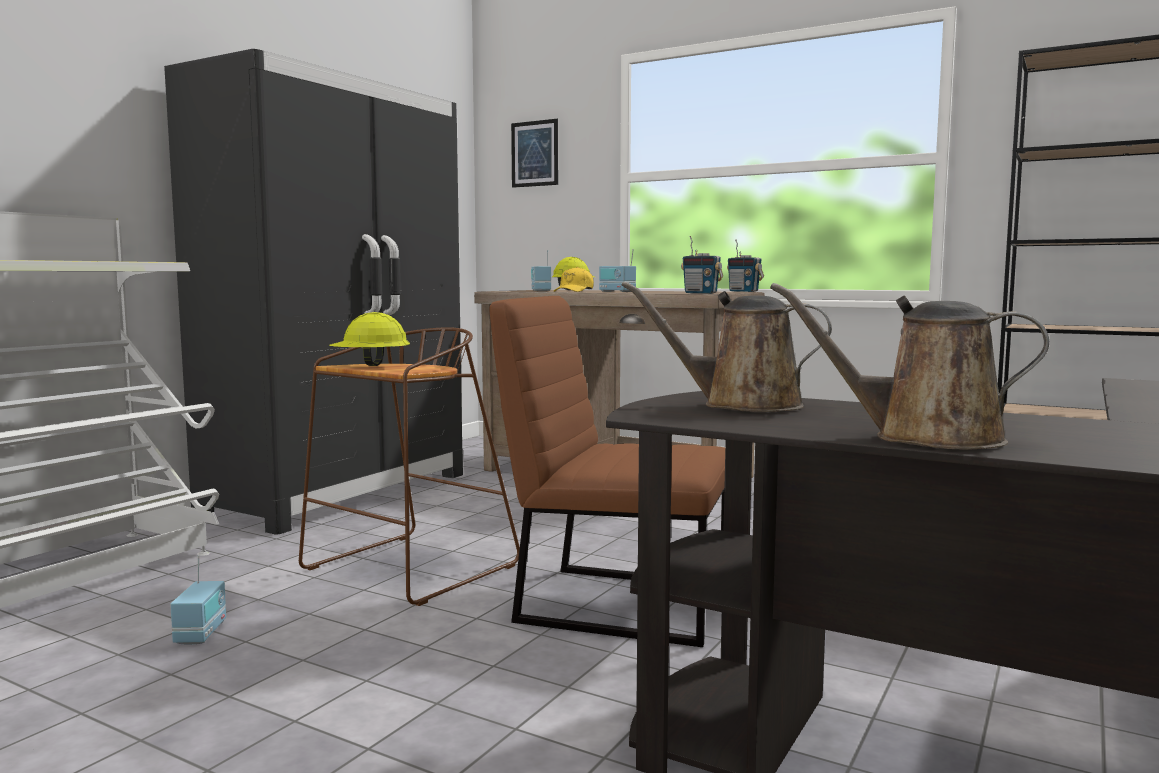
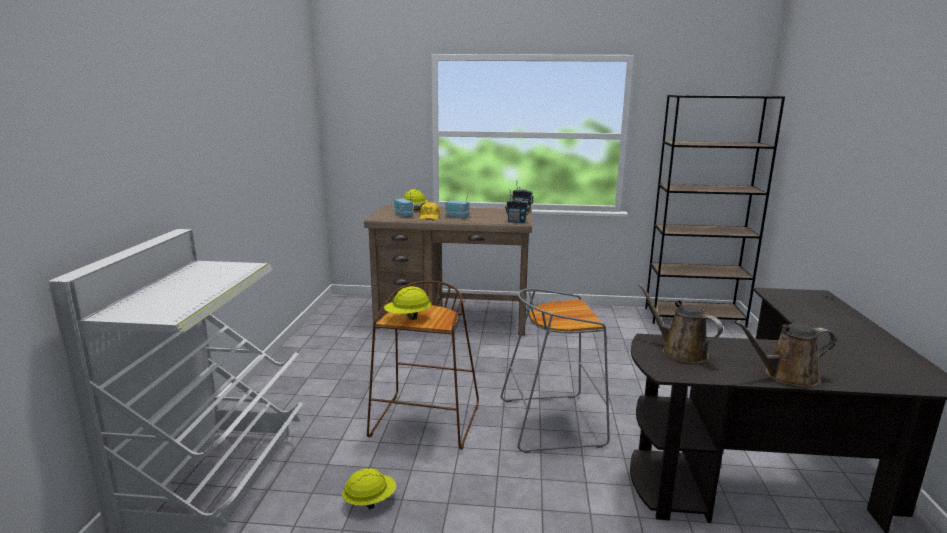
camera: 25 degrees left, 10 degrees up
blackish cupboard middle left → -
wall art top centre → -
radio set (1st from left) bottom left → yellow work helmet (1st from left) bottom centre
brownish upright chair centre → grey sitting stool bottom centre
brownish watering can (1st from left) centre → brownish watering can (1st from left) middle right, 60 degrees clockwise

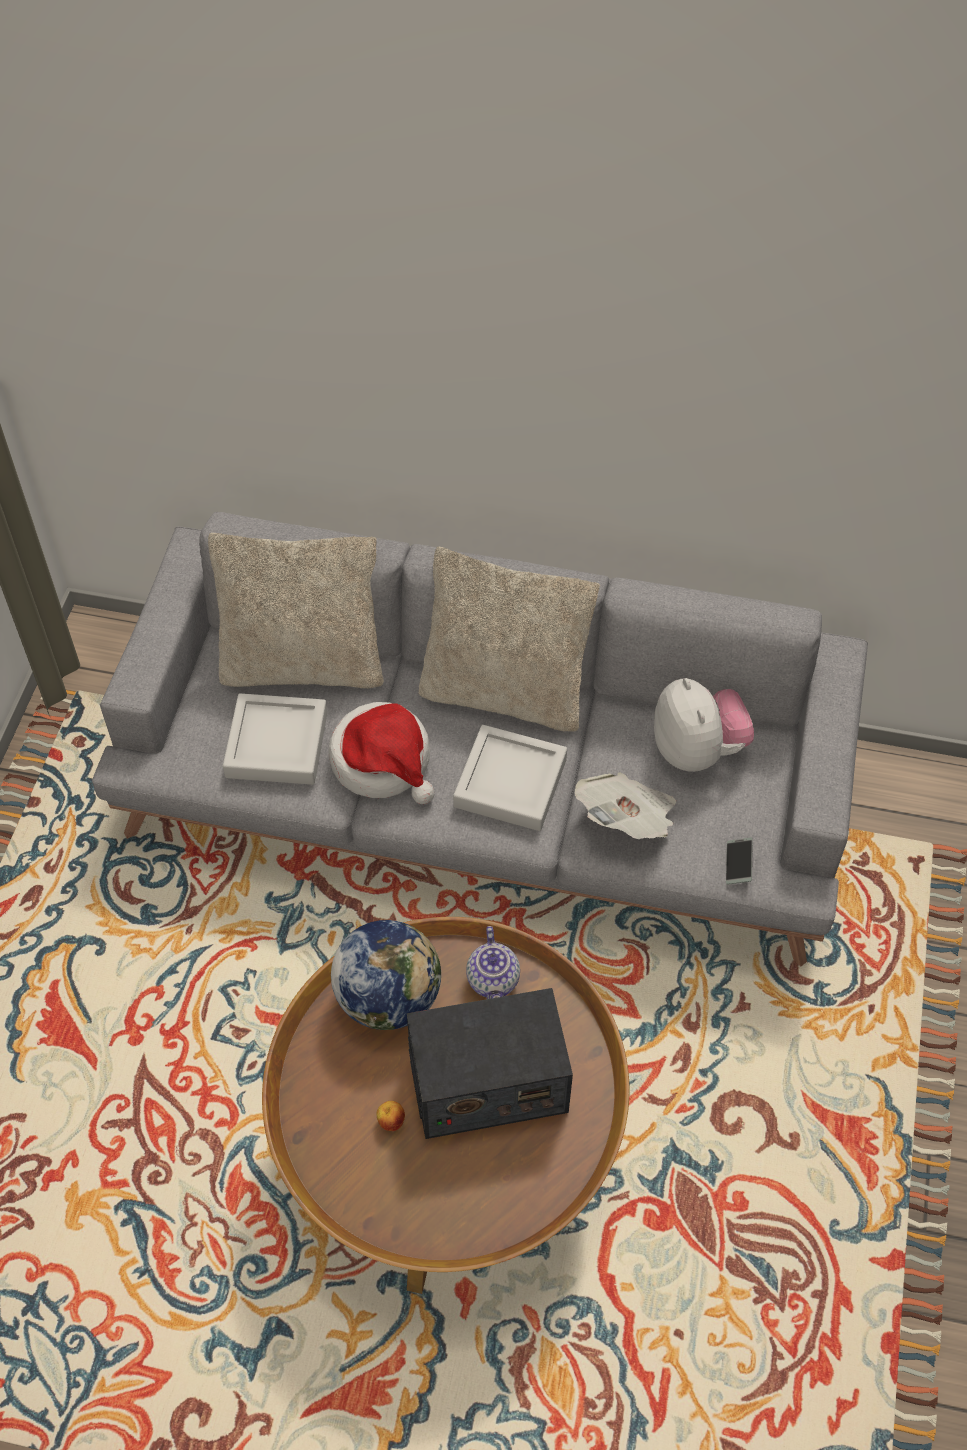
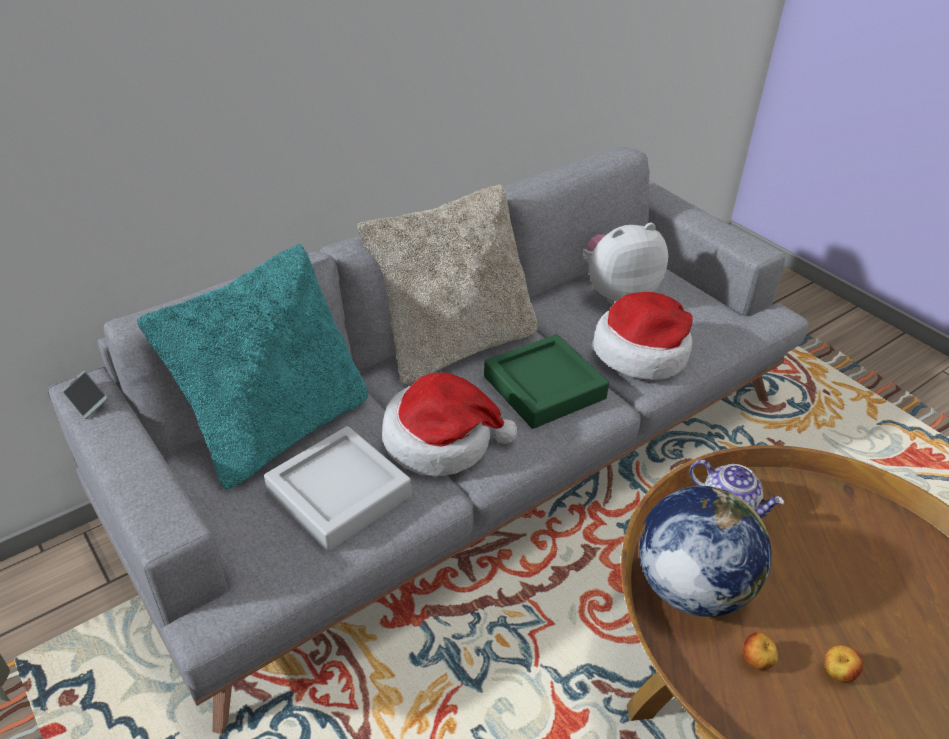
camera: 50 degrees left, 15 degrees down
radio set bottom centre → -
- → whole apple (1st from left) bottom right
handset middle right → handset middle left, moved
newspaper centre → clothing hat (2nd from left) middle right
beige-coloured cushion (1st from left) middle left → turquoise-coloured cushion middle left
grey carrying tray (2nd from left) centre → green carrying tray centre
soft toy middle right → soft toy centre, 45 degrees counterclockwise

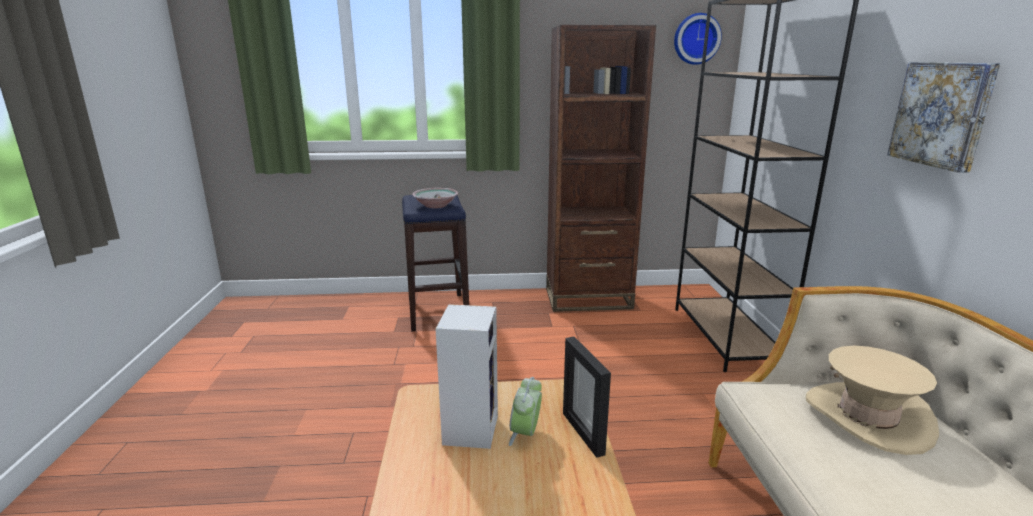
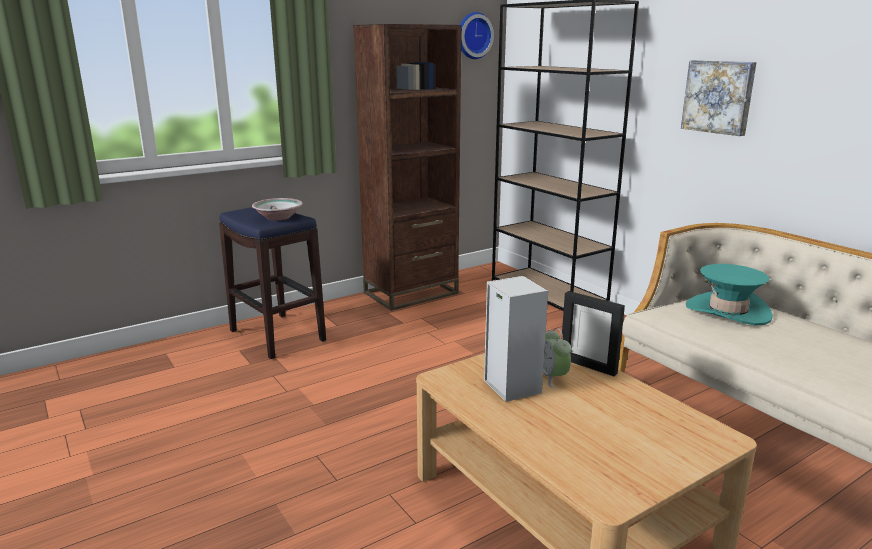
camera: 30 degrees left, 0 degrees up
beige-coloured clothing hat bottom right → turquoise-coloured clothing hat middle right

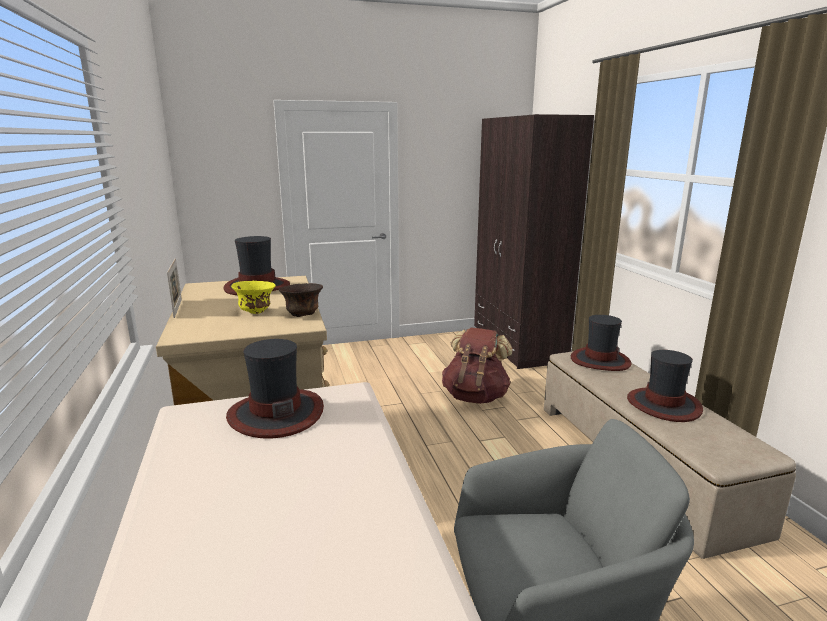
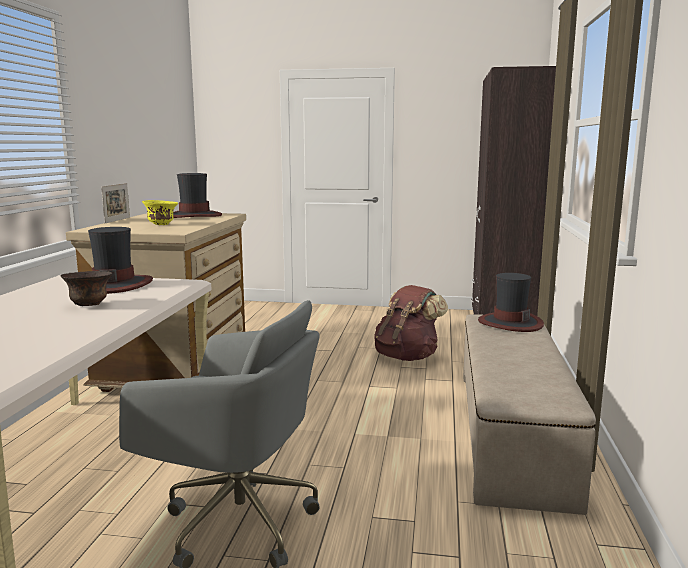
camera: 25 degrees right, 5 degrees down
clothing hat (4th from left) middle right → -
brownish serving bowl centre → brownish serving bowl middle left, moved

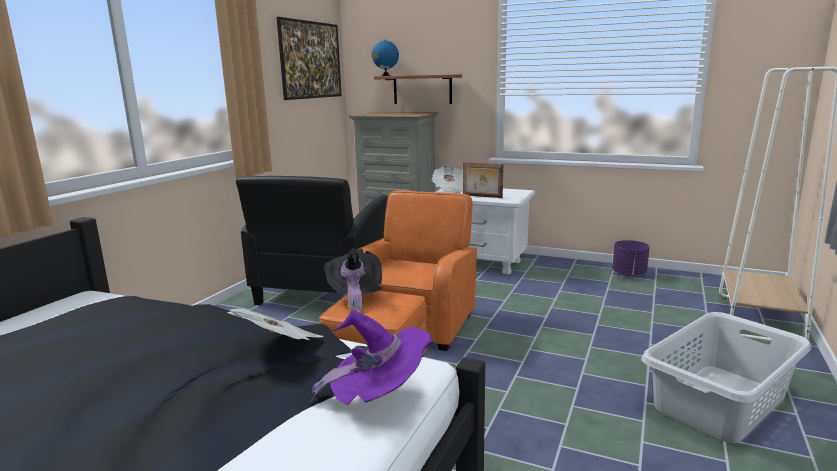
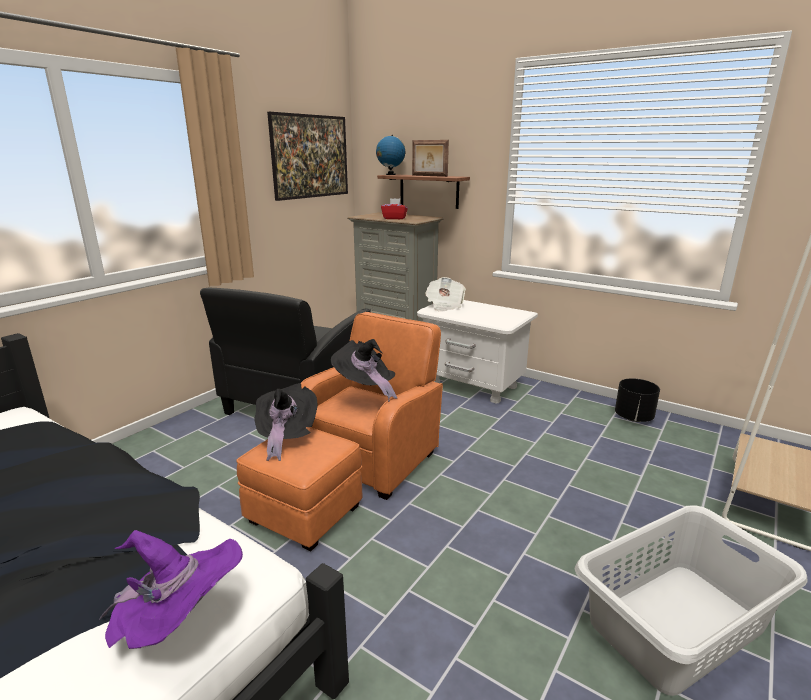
camera: 10 degrees right, 5 degrees up
newspaper (1st from left) bottom left → -
- → blackish clothing hat (2nd from left) centre
- → red-coloured tissue box top centre
standing frame centre → standing frame top centre, moved
purple flower pot middle right → blackish flower pot middle right

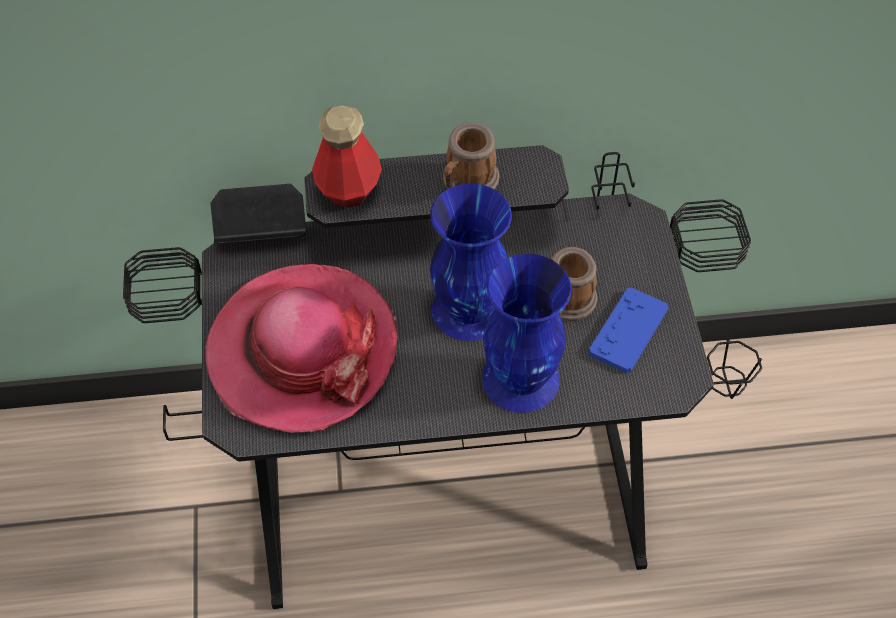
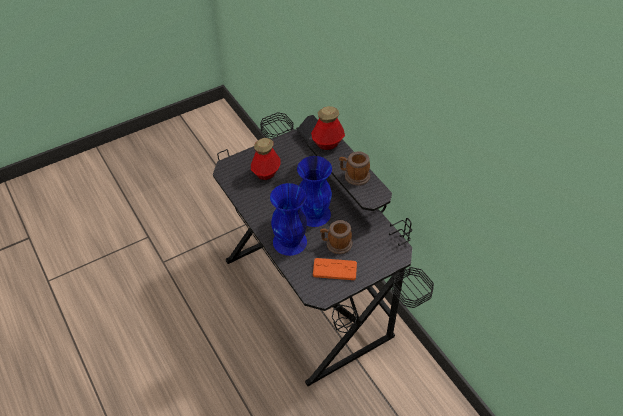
camera: 65 degrees right, 5 degrees down
clothing hat centre → beverage bottle (1st from left) centre
blue joypad middle right → orange joypad centre

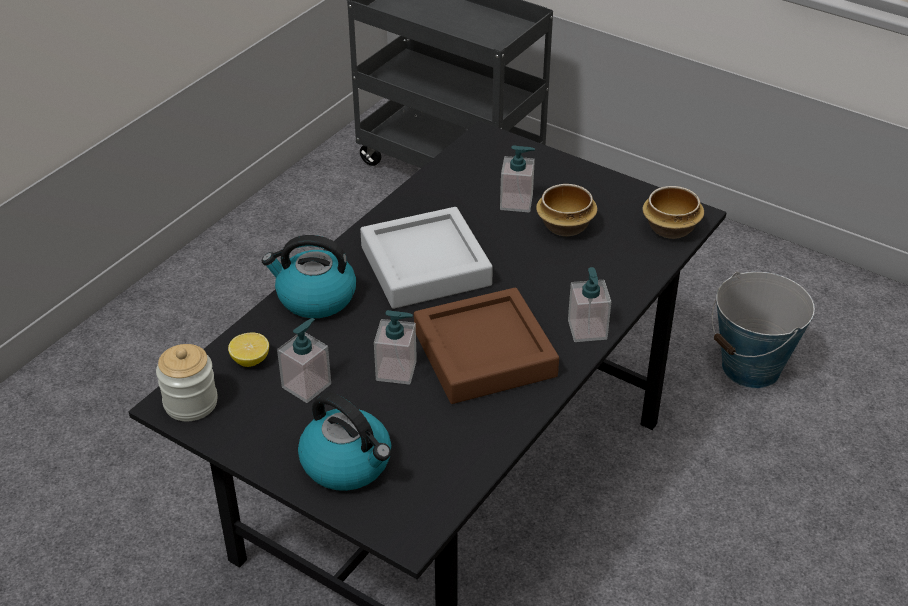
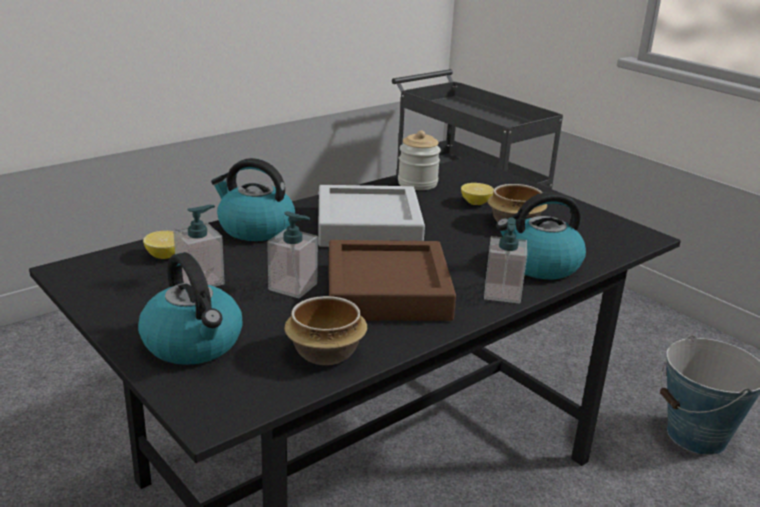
camera: 15 degrees right, 15 degrees down
- → tea kettle (3rd from left) middle right
preserve jar middle left → preserve jar top centre, moved
serving bowl (2nd from left in the first image) middle right → serving bowl (1st from left) centre, moved
soap bottle (3rd from left) top centre → whole lemon (2nd from left) centre

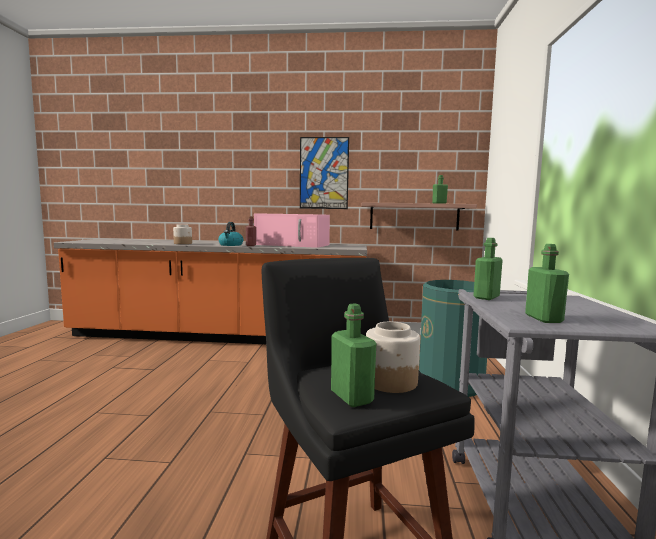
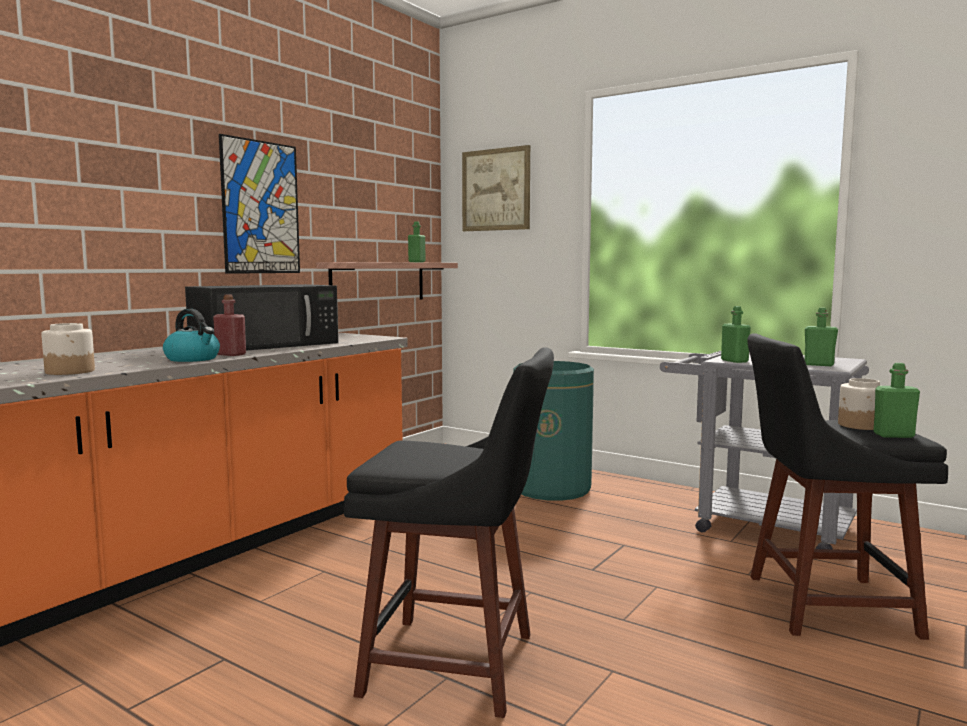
camera: 60 degrees left, 0 degrees up
- → blackish sitting stool (1st from left) bottom centre
- → wall art (2nd from left) top centre
pink-coloured microwave oven centre → blackish microwave oven middle left

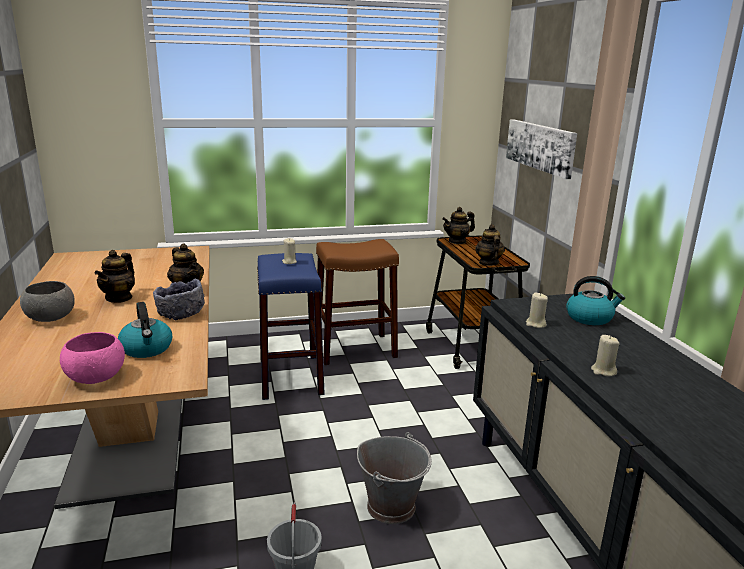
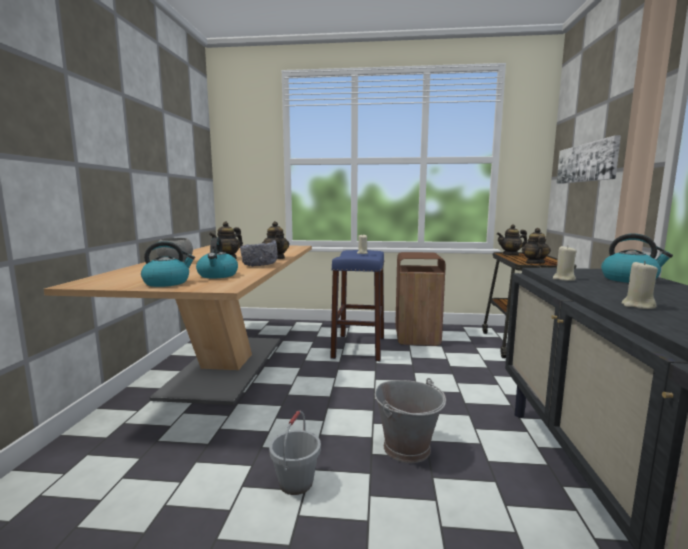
camera: 20 degrees right, 10 degrees down
pink-coloured serving bowl middle left → tea kettle (1st from left) middle left
brownish sitting stool centre → brownish rubbish bin centre

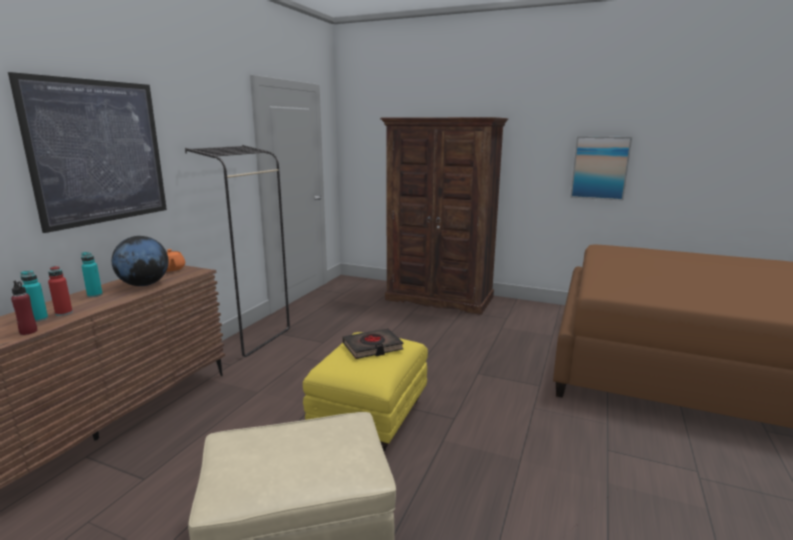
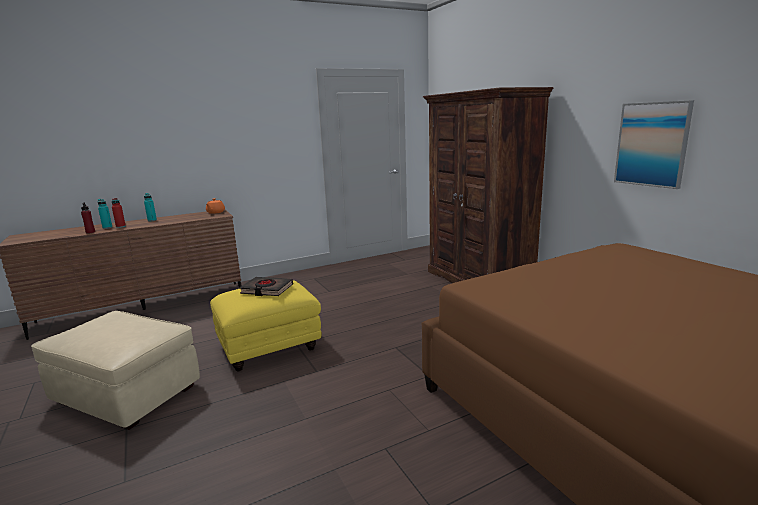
camera: 40 degrees right, 0 degrees up
wall art (1st from left) top left → -
world globe middle left → -
blackish garment stand middle left → -

